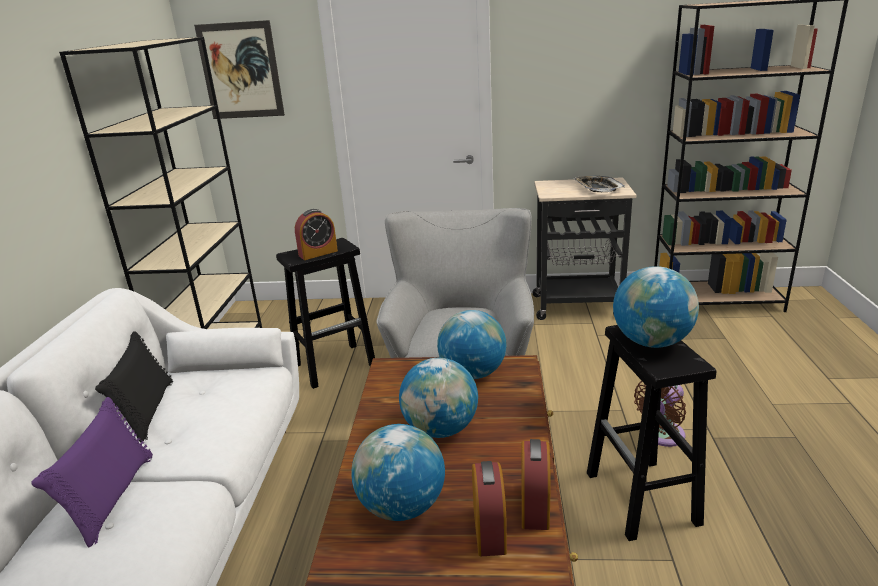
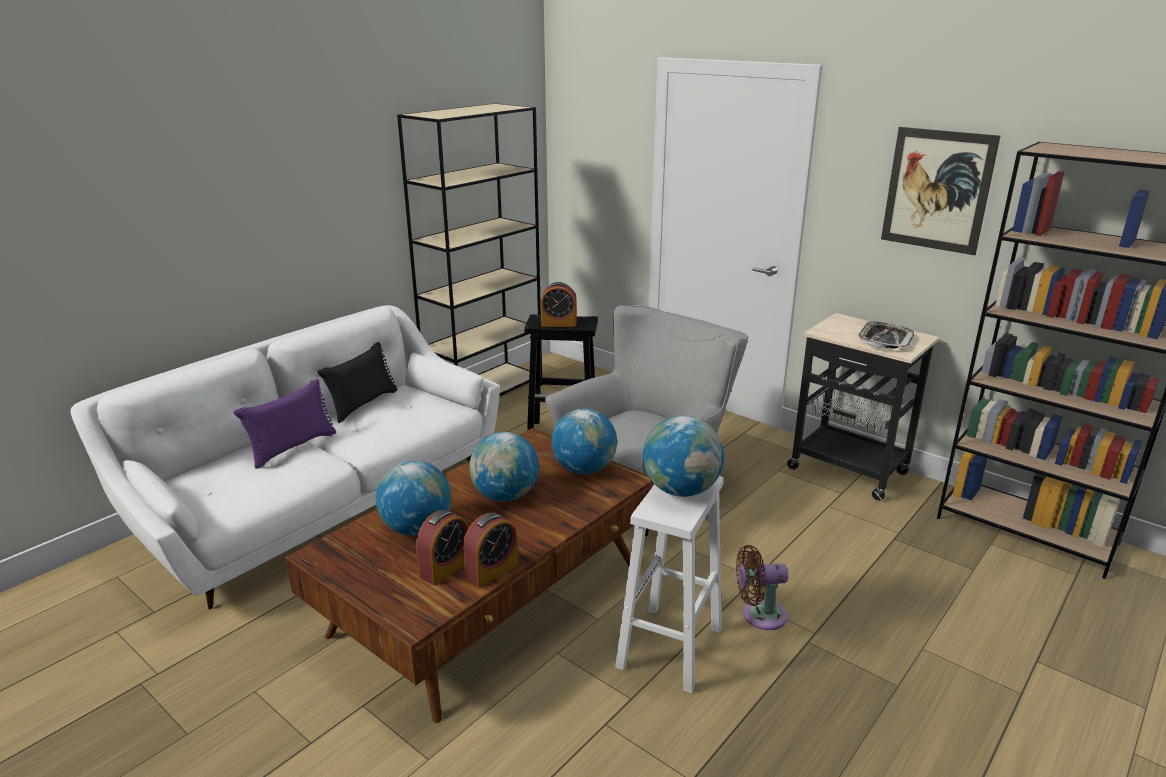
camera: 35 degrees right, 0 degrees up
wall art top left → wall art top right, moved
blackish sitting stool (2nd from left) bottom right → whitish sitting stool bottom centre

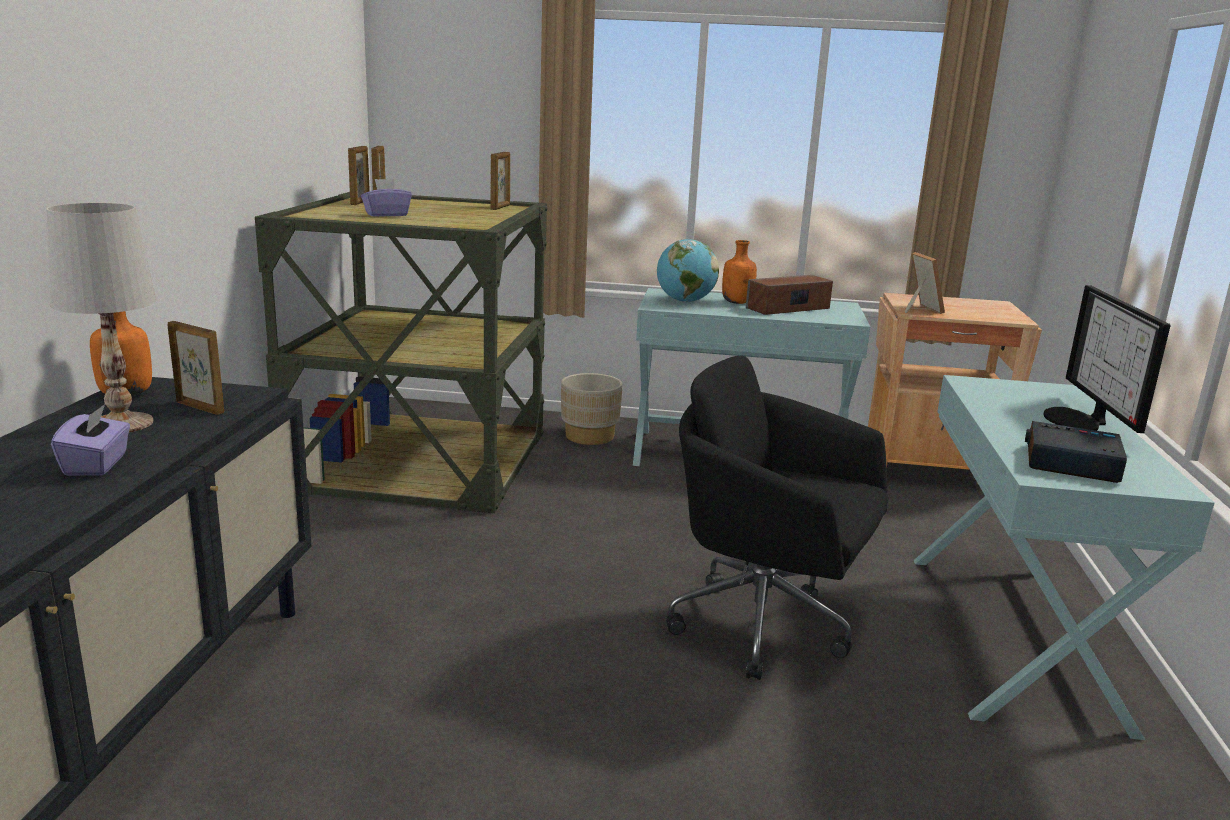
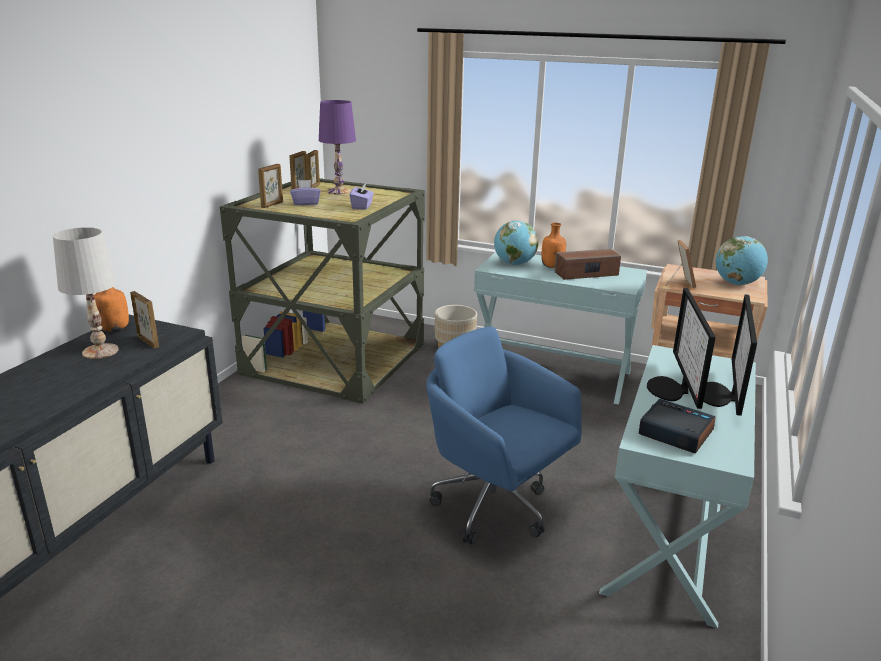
camera: 15 degrees right, 5 degrees up
- → purple tabletop lamp top centre
- → computer screen (1st from left) middle right
- → world globe (2nd from left) middle right
purple tissue box (1st from left in the first image) middle left → purple tissue box (2nd from left) top centre, moved
standing frame (4th from left in the first image) top centre → standing frame (2nd from left) top left, moved
blackish desk chair centre → blue desk chair centre

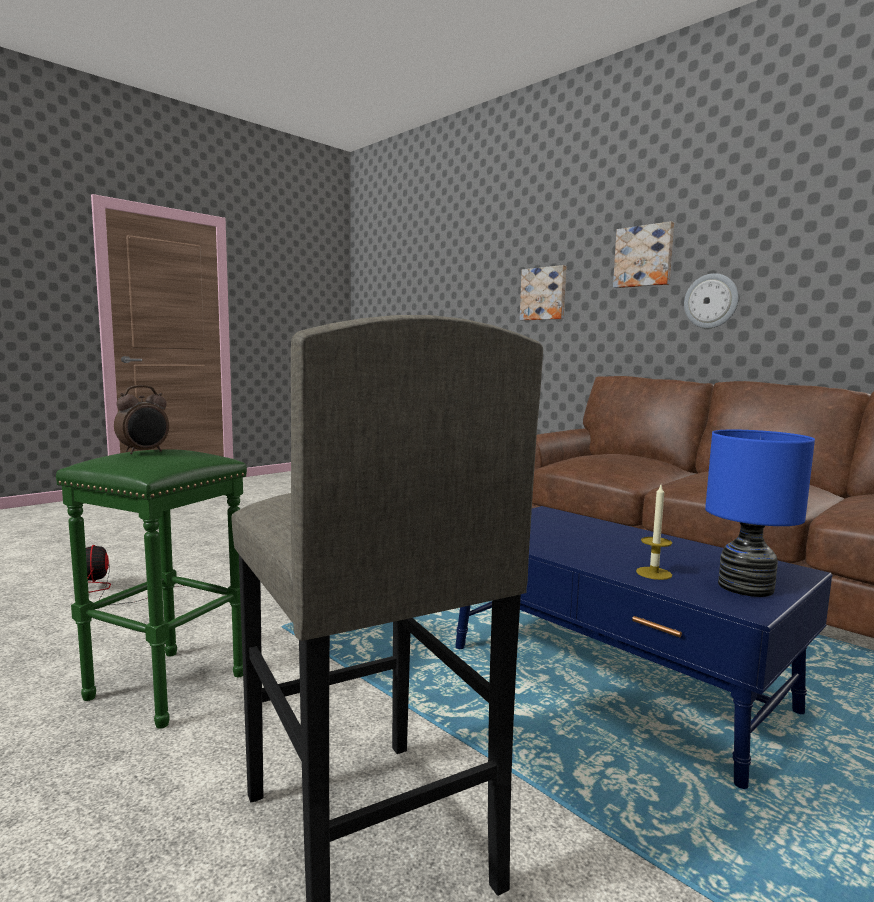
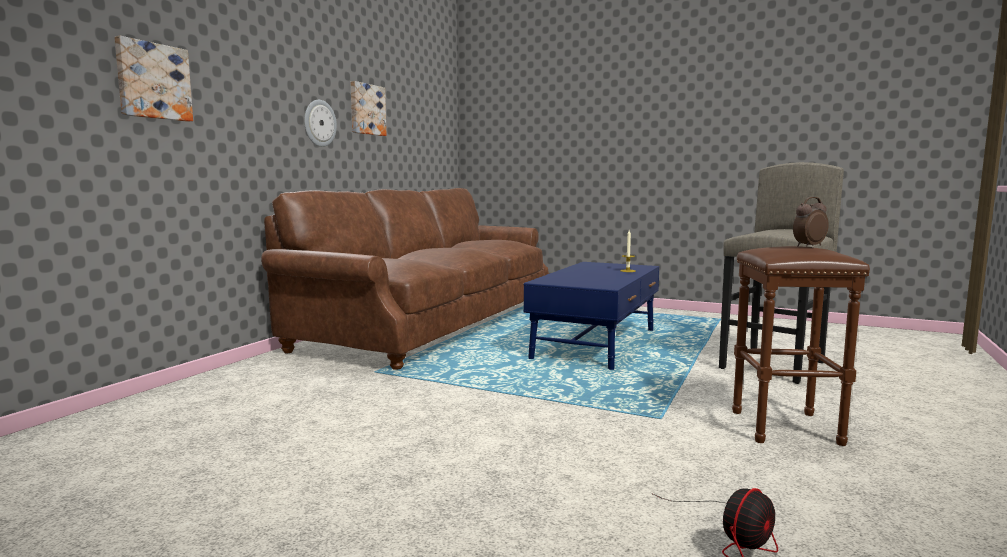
camera: 110 degrees left, 0 degrees up
blue tabletop lamp middle right → -
wall art (2nd from left) top right → wall art (2nd from left) top centre, moved
green sitting stool middle left → brownish sitting stool middle right
bedside clock middle left → bedside clock middle right, 45 degrees counterclockwise

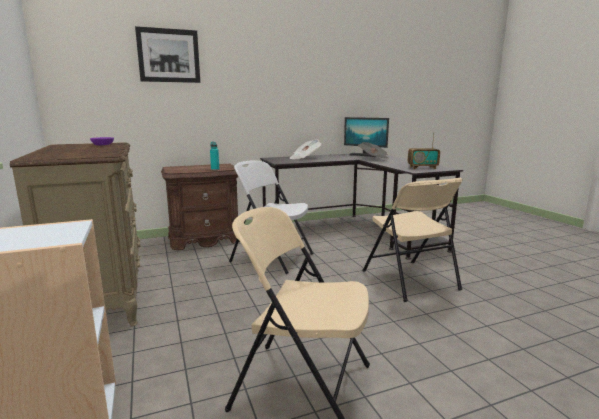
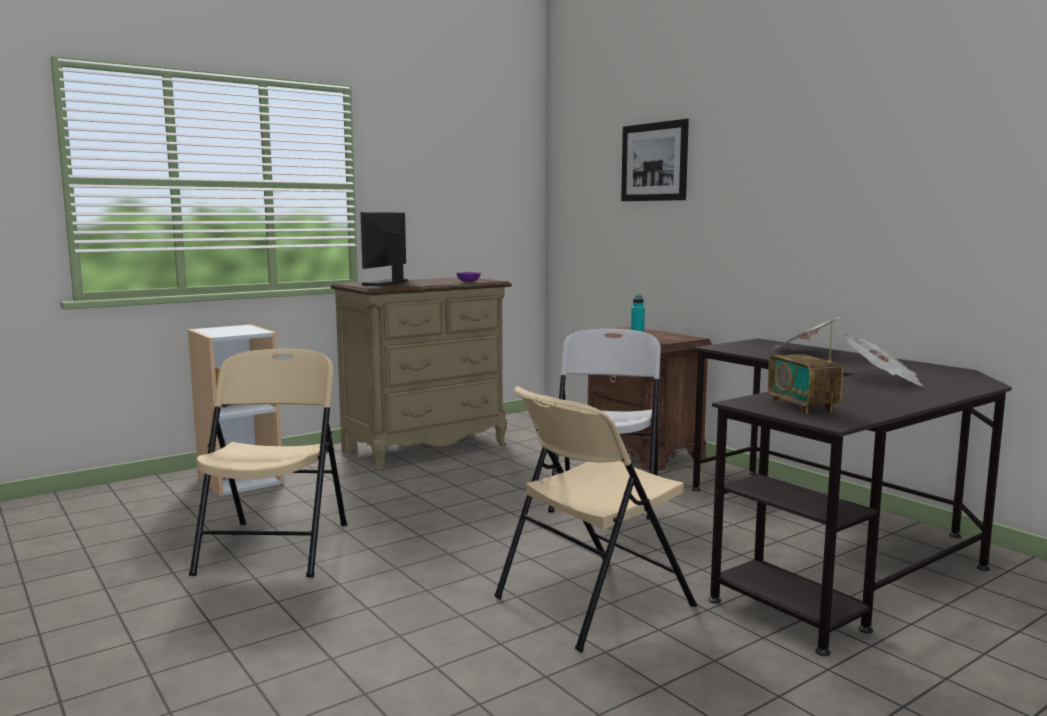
camera: 75 degrees right, 5 degrees down
computer screen top centre → computer screen centre, moved

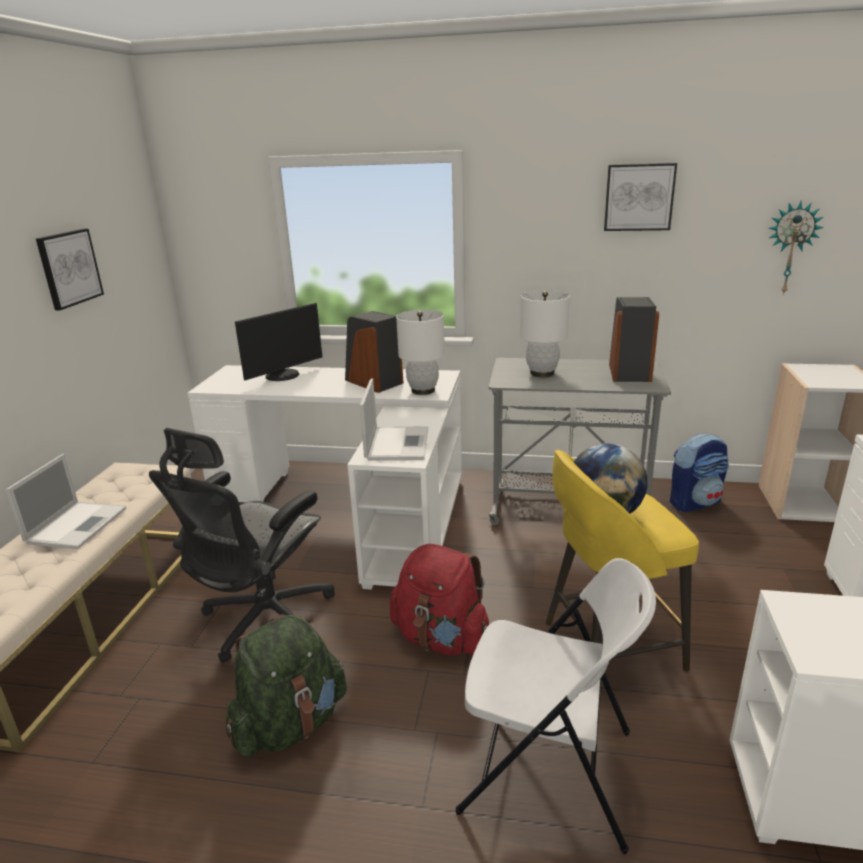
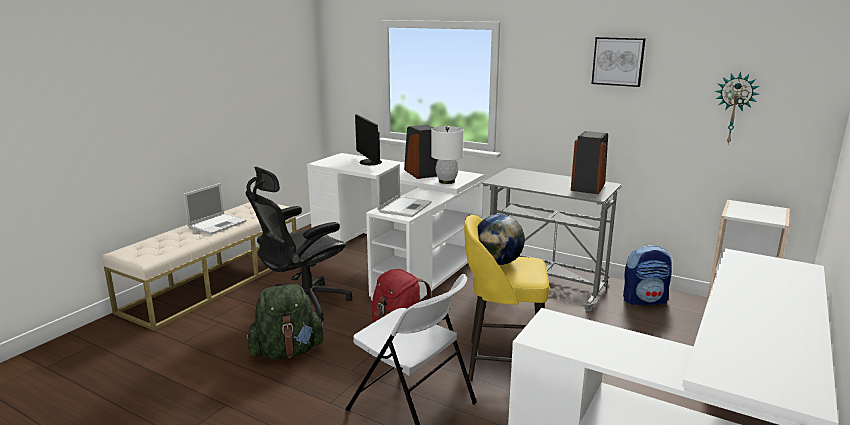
camera: 20 degrees right, 5 degrees down
wall art (1st from left) top left → -
whitish tabletop lamp (2nd from left) centre → -
computer screen middle left → computer screen top centre, 90 degrees clockwise

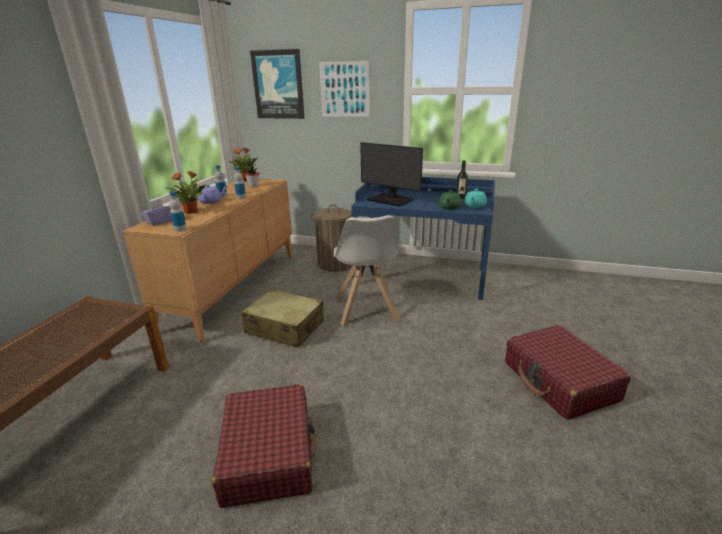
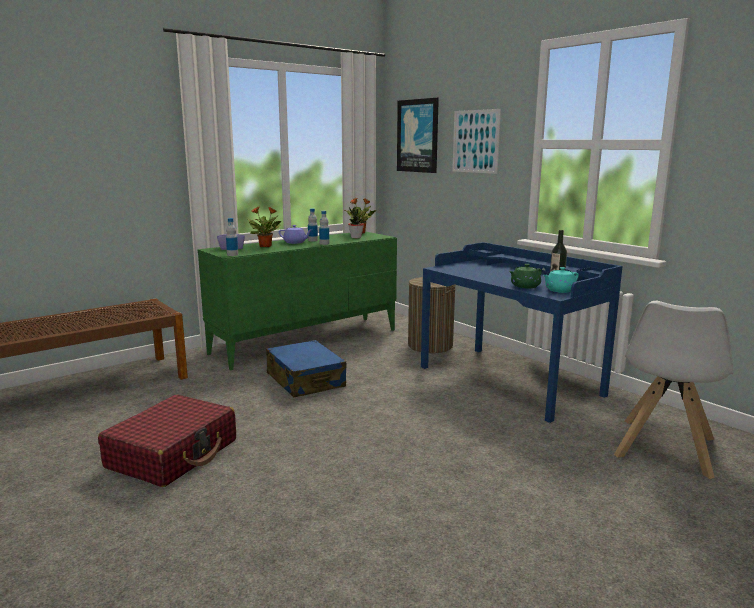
camera: 35 degrees right, 10 degrees down
computer screen top centre → -
red-coloured piece of luggage (2nd from left) bottom right → -
upright chair centre → upright chair middle right, moved
brownish chest of drawers middle left → green chest of drawers centre
beige-coloured piece of luggage centre → blue piece of luggage centre

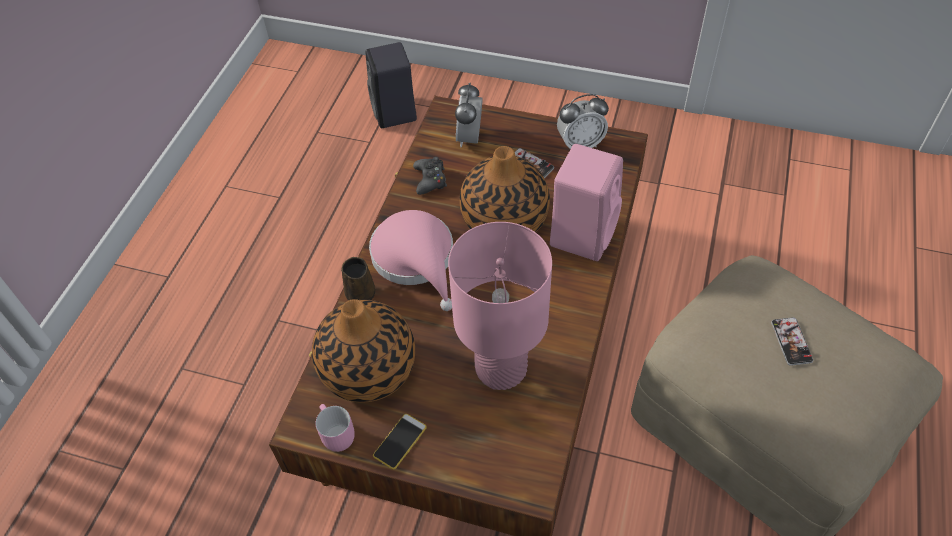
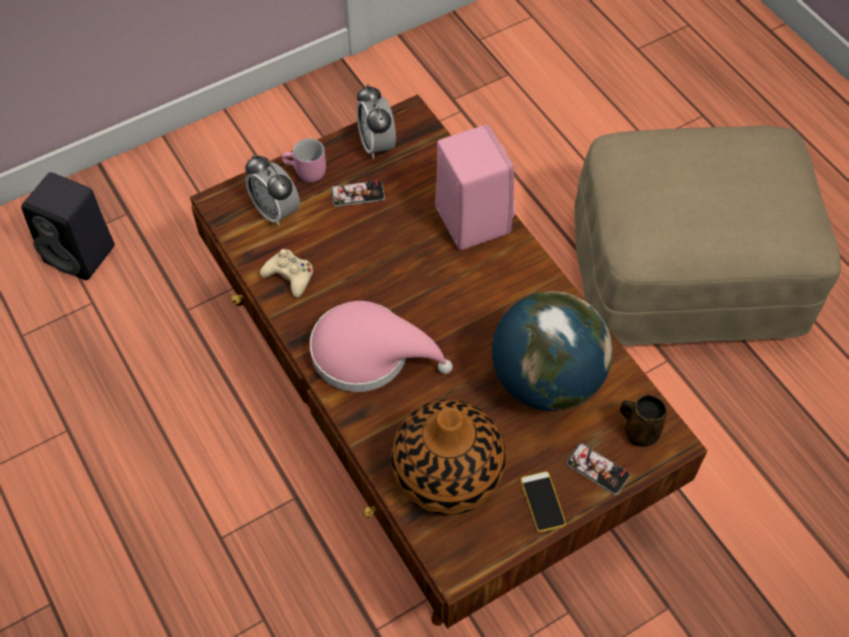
camera: 50 degrees left, 5 degrees up
decorative vase (2nd from left) centre → -
pink-coloured tea mug bottom centre → pink-coloured tea mug top centre, moved
brownish tea mug centre → brownish tea mug middle right, moved
handset (3rd from left) middle right → handset (3rd from left) bottom right, moved
pink-coloured tabletop lamp centre → world globe centre
blackish joypad top centre → beige-coloured joypad centre
bedside clock (2nd from left) top centre, 135 degrees clockwise

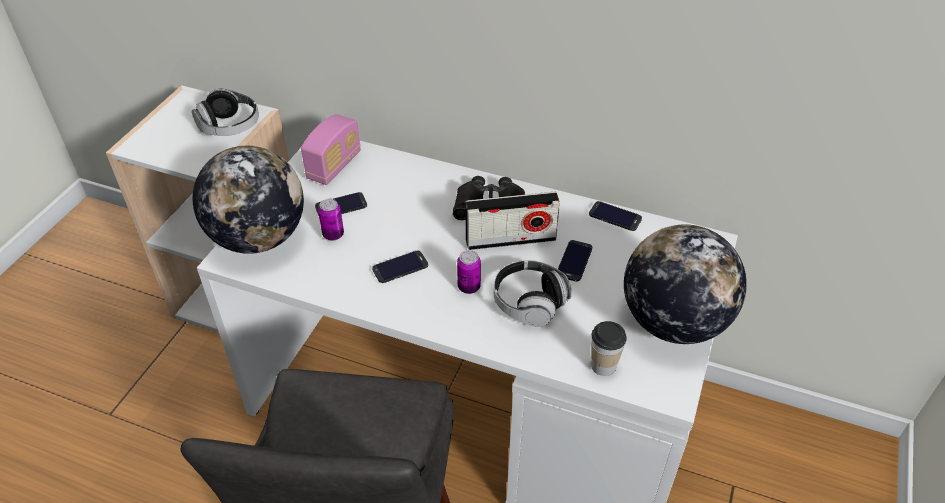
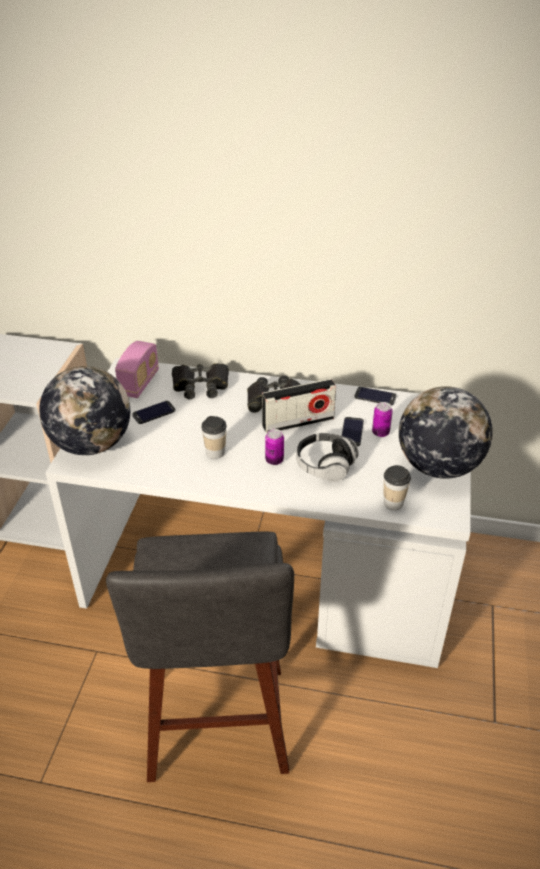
camera: 10 degrees left, 5 degrees down
headset (1st from left) top left → -
- → blackish binoculars (1st from left) centre
metal can (1st from left in the first image) centre → metal can (2nd from left) middle right, moved
handset (2nd from left) centre → small cup (1st from left) centre

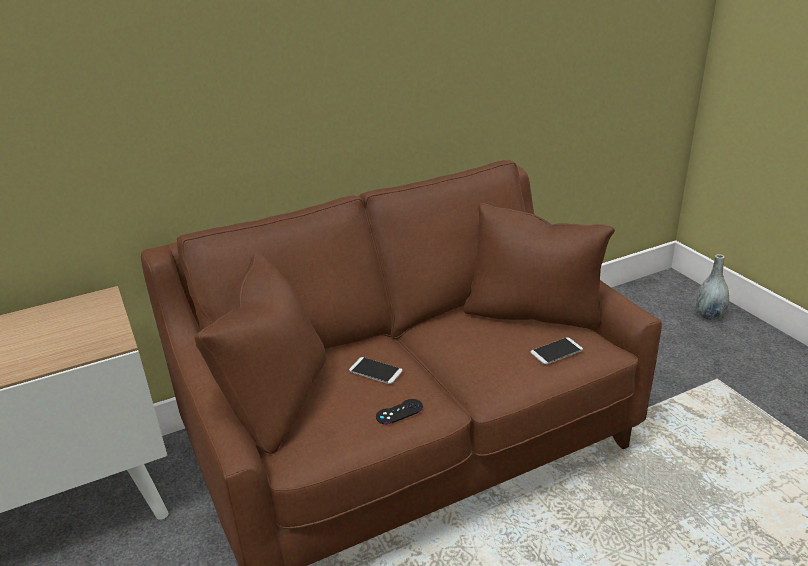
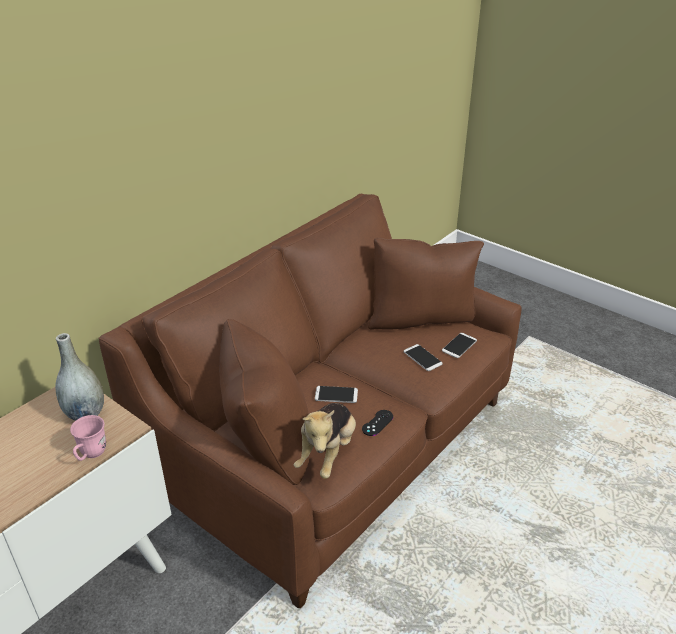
camera: 25 degrees left, 5 degrees up
- → pink-coloured tea mug bottom left
- → soft toy bottom centre
- → handset (2nd from left) centre
grey decorative vase middle right → grey decorative vase middle left, moved

